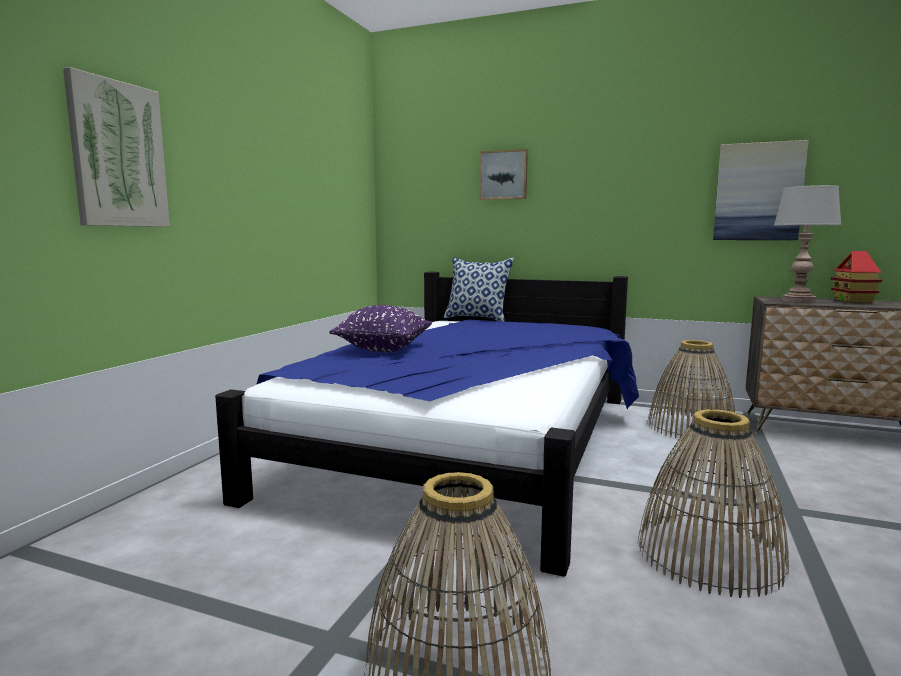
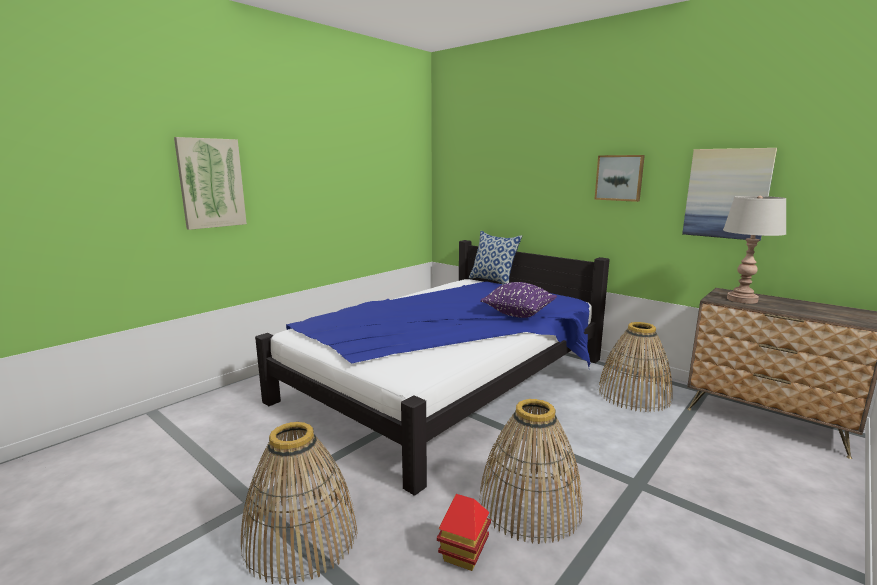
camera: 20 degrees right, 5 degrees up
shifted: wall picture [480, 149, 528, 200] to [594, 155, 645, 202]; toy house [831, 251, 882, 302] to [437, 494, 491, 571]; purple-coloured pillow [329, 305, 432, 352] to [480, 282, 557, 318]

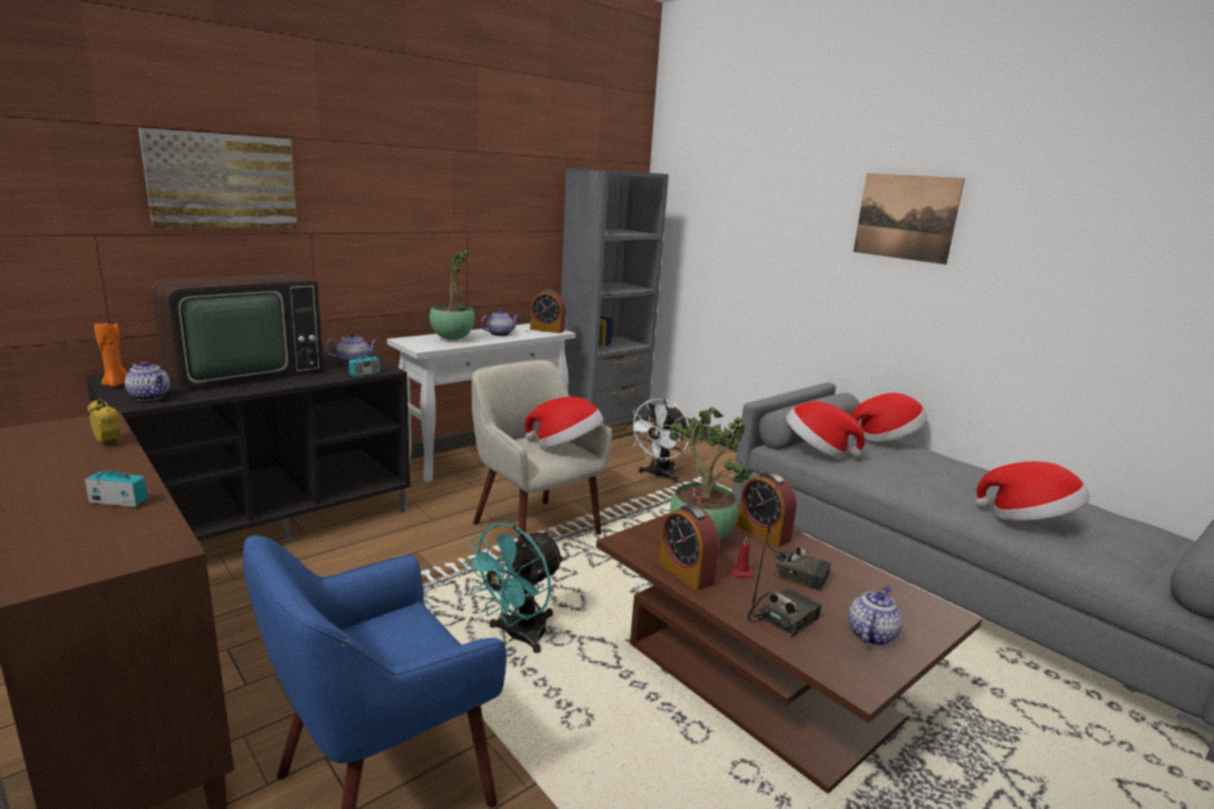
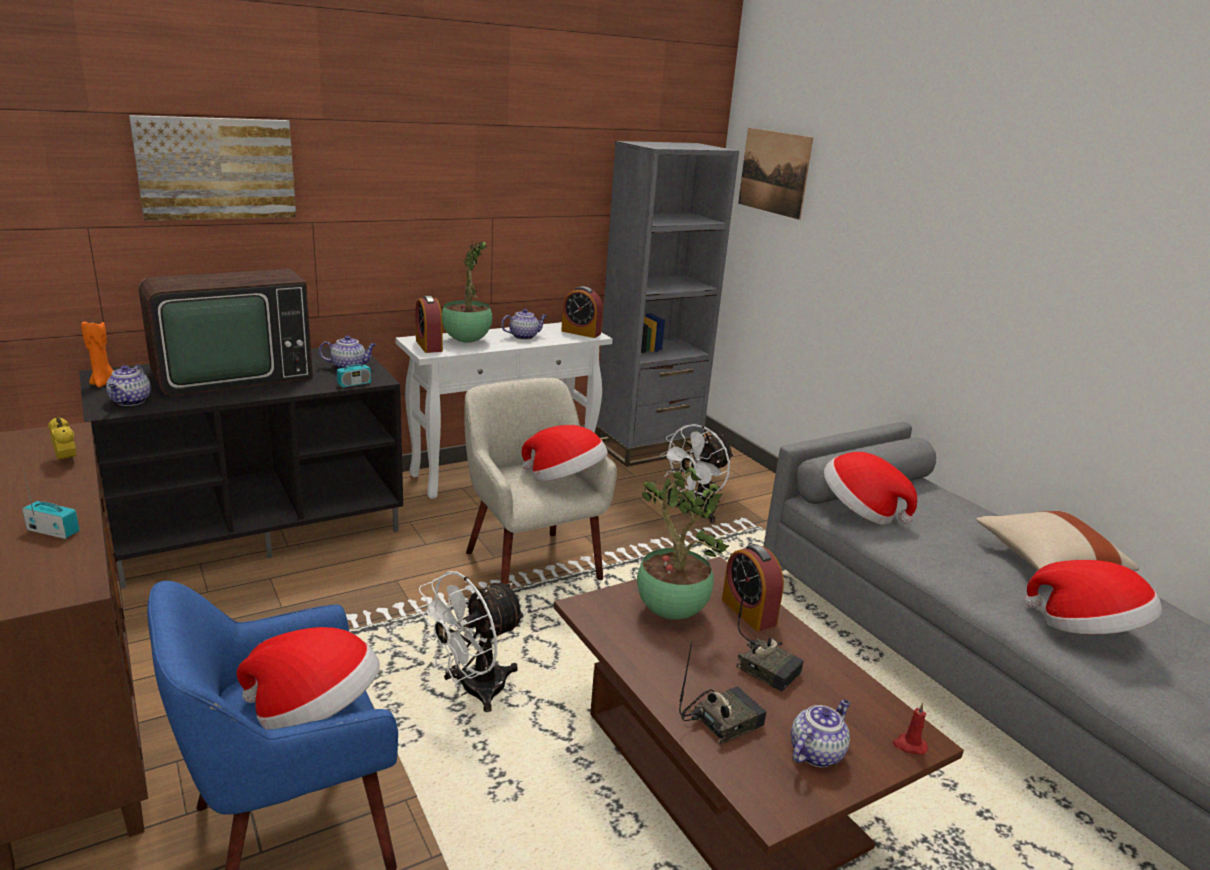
camera: 10 degrees right, 5 degrees up
new: beige-coloured pillow [976, 511, 1139, 572]
shifted: wall picture [853, 173, 965, 265] to [738, 128, 813, 220]; wearable hat [850, 393, 927, 442] to [236, 627, 380, 730]; table clock [659, 505, 719, 591] to [415, 296, 443, 353]; reddish wax candle [727, 535, 754, 578] to [893, 703, 928, 755]
repainted: blue-green fan [462, 522, 565, 653] to white fan [415, 571, 526, 712]
rotated: pot for tea [125, 361, 170, 401] = [106, 364, 151, 406] 45 degrees clockwise

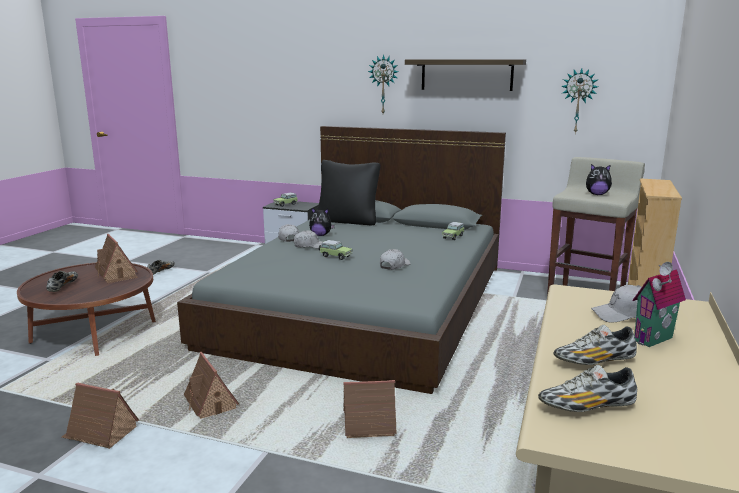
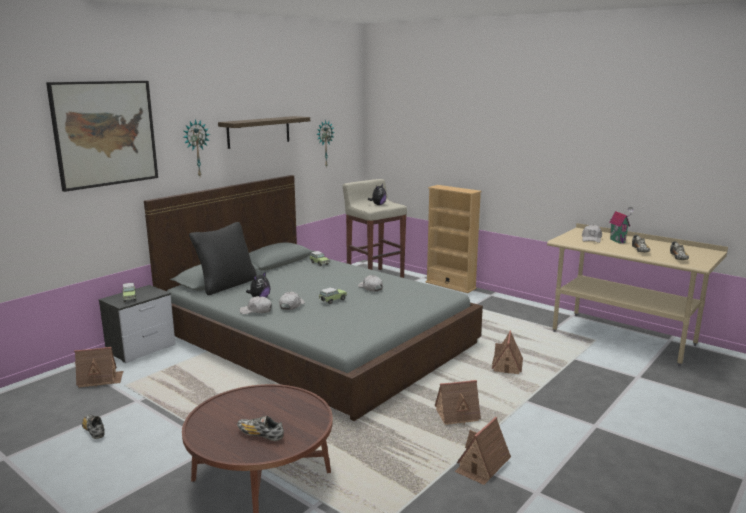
camera: 70 degrees left, 0 degrees up
new: wall picture [46, 81, 158, 192]
shifted: toy house [95, 234, 138, 283] to [74, 347, 123, 388]

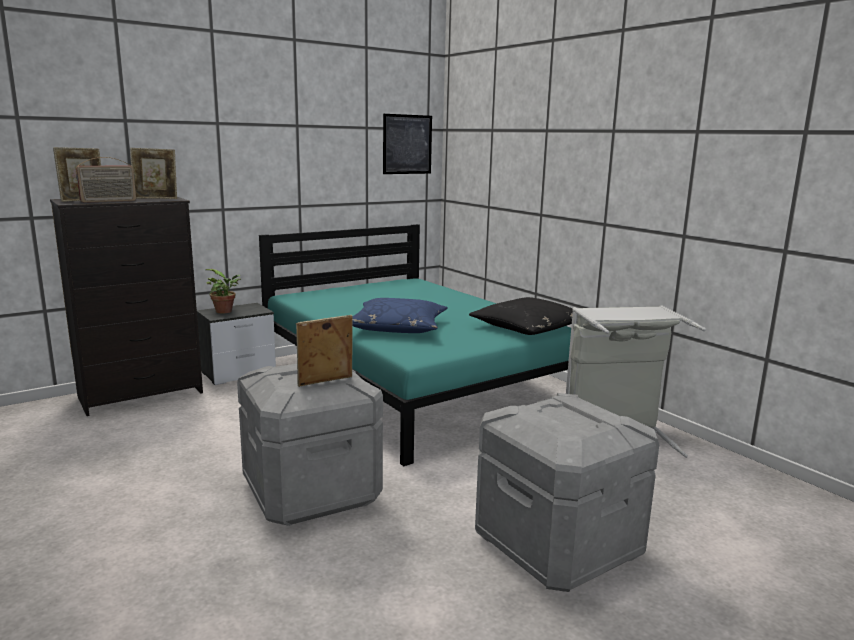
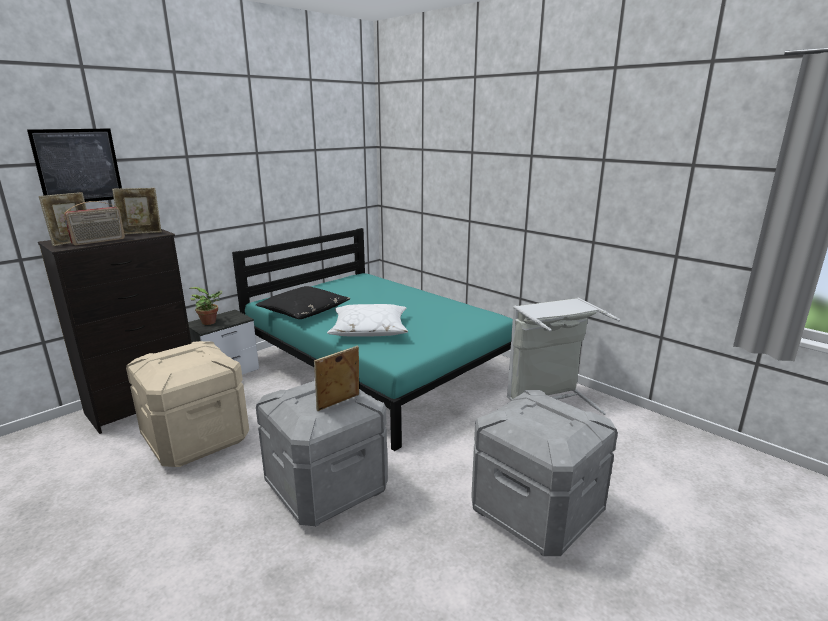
camera: 10 degrees left, 5 degrees up
new: beige-coloured storage box [126, 341, 249, 467]
shifted: wall picture [383, 114, 432, 174] to [27, 128, 122, 202]; black-coloured pillow [469, 297, 573, 335] to [256, 286, 350, 319]
repainted: bluish pillow [353, 298, 448, 333] to white pillow [327, 304, 408, 337]

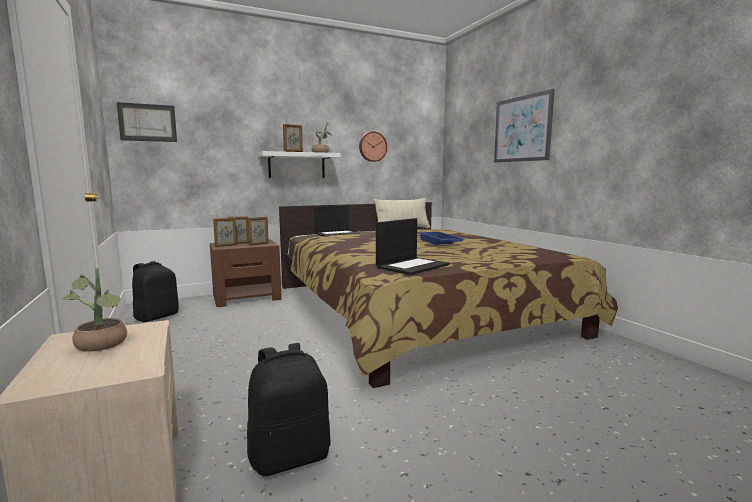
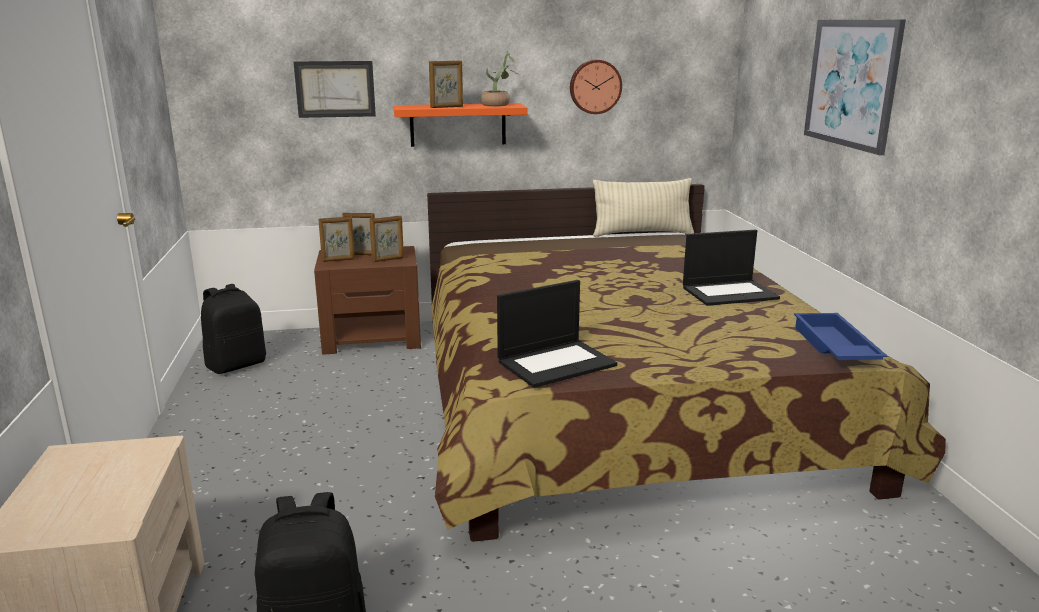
camera: 15 degrees right, 10 degrees up
gone: potted plant [63, 267, 127, 352]
shifted: wall picture [117, 102, 177, 142] to [294, 61, 376, 118]; laptop [314, 206, 360, 236] to [683, 230, 780, 306]; bluish tray [419, 232, 465, 245] to [794, 313, 887, 360]
repainted: white bracket shelf [258, 151, 341, 178] to orange bracket shelf [394, 103, 528, 147]

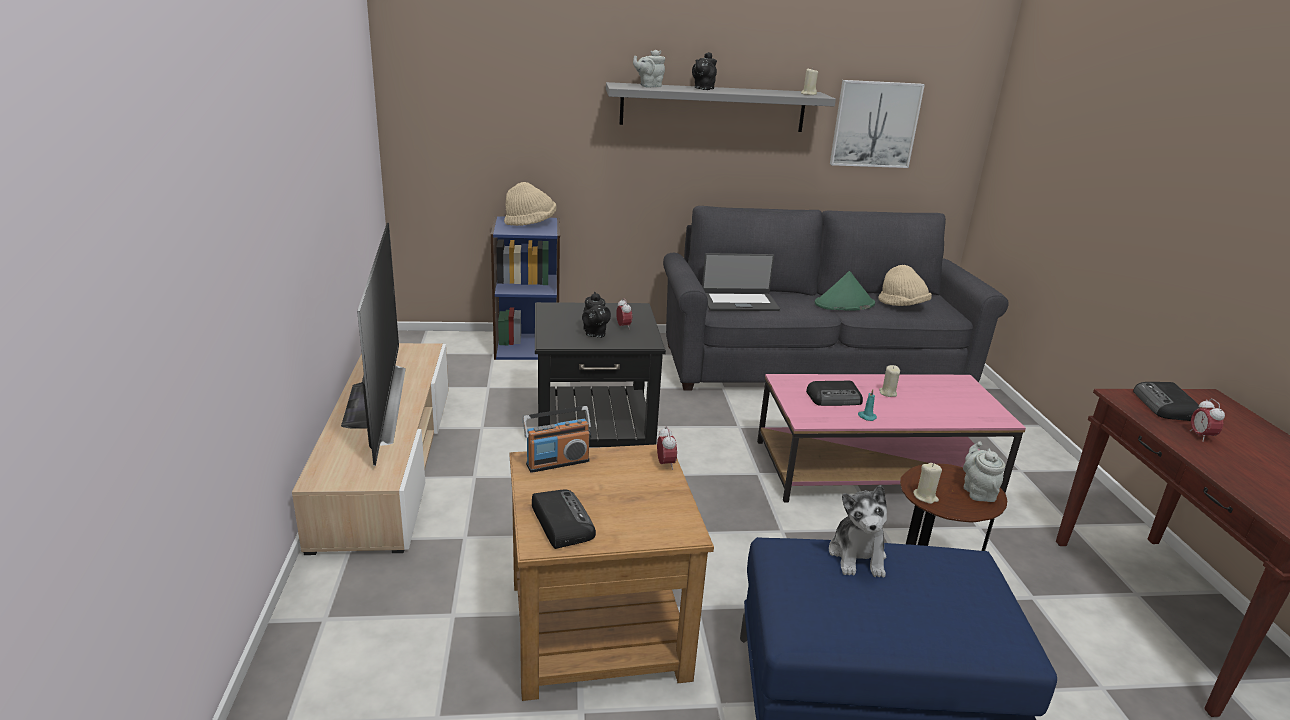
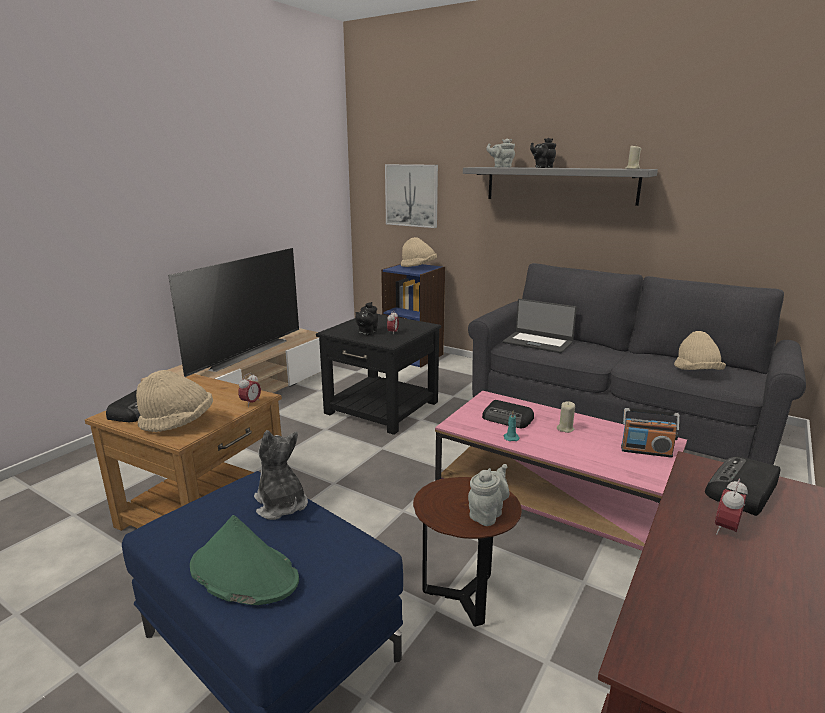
camera: 40 degrees right, 5 degrees down
gone: beige-coloured wax candle [913, 463, 942, 504]
new: beige-coloured wearable hat [136, 370, 213, 432]
shifted: wall picture [830, 80, 925, 168] to [385, 164, 438, 228]; greenish wearable hat [815, 271, 875, 311] to [190, 515, 299, 605]; radio [522, 406, 591, 473] to [621, 408, 680, 458]
rotated: plush toy [829, 485, 887, 578] = [254, 430, 308, 520] 105 degrees clockwise

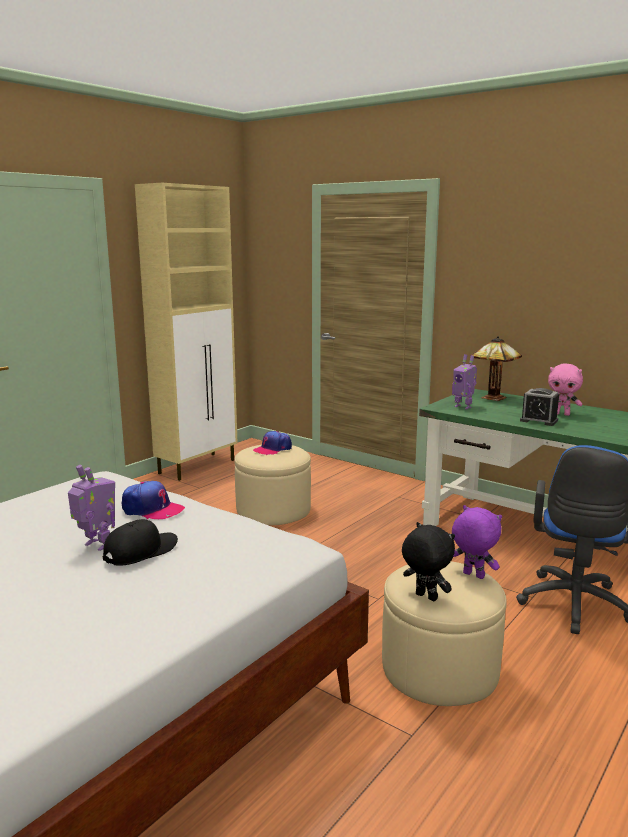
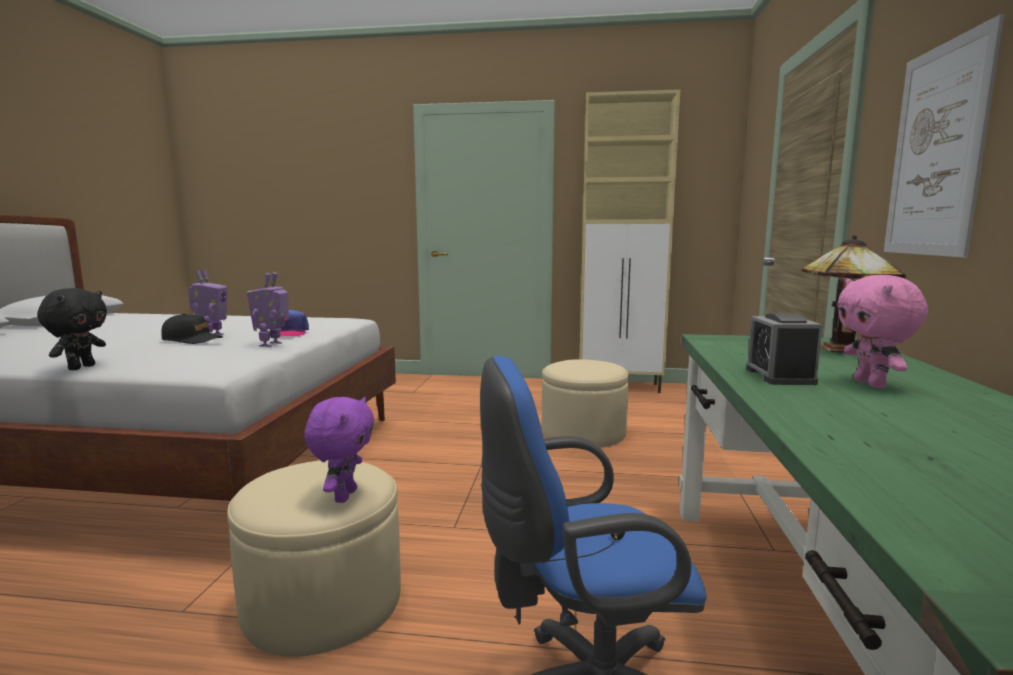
camera: 60 degrees right, 5 degrees down
gone: peaked cap [253, 431, 292, 455]
new: wall picture [884, 14, 1005, 257]
shifted: model robot [452, 354, 477, 409] to [247, 272, 289, 347]; black-coloured plush toy [402, 522, 455, 601] to [37, 288, 107, 370]

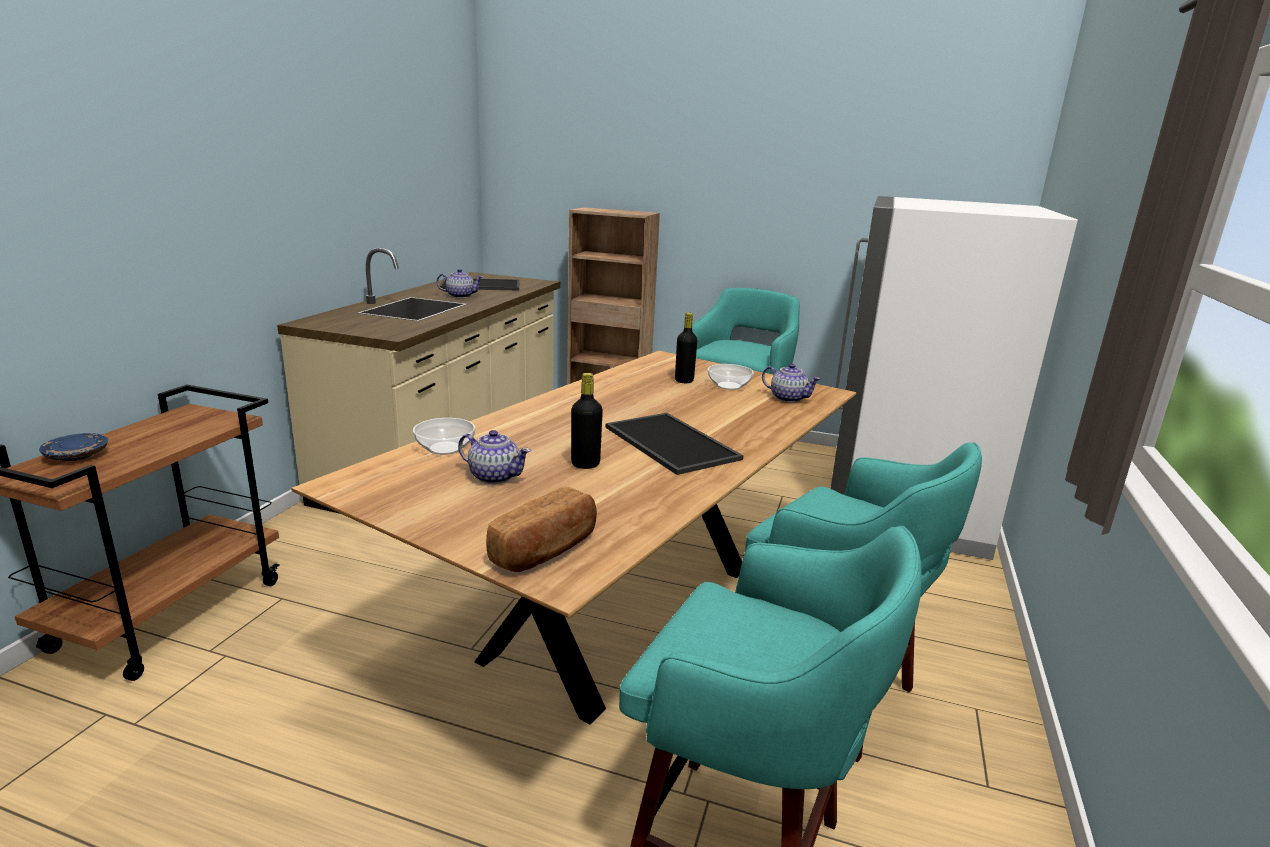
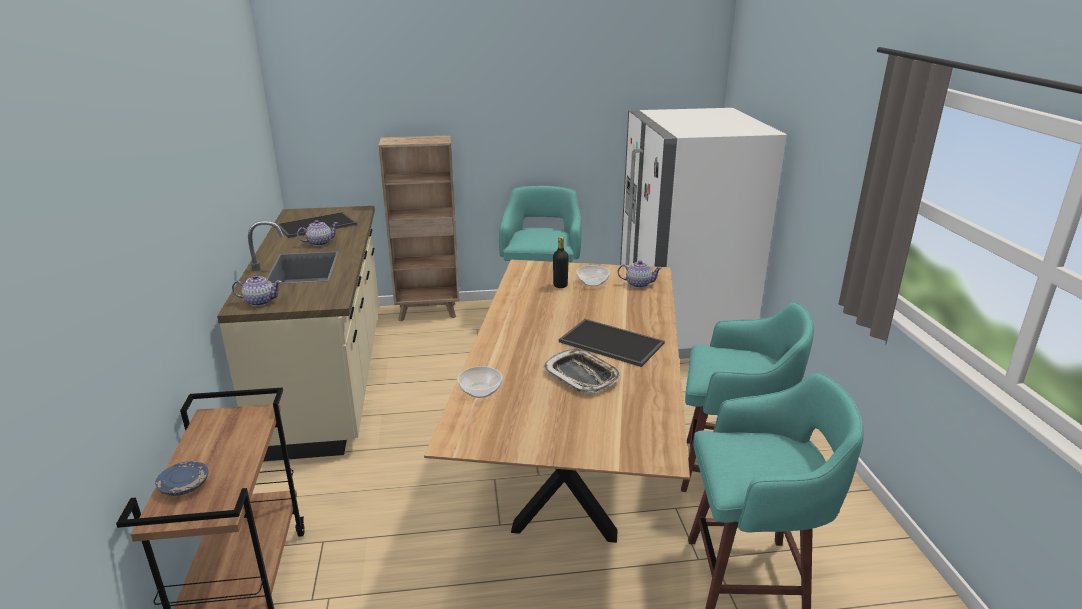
camera: 25 degrees left, 5 degrees up
gone: baked bread [486, 487, 597, 572]
shifted: pot for tea [458, 430, 531, 484] to [232, 275, 282, 306]
swapped: black-coloured beverage bottle [571, 373, 603, 469] to tray [543, 349, 621, 394]

